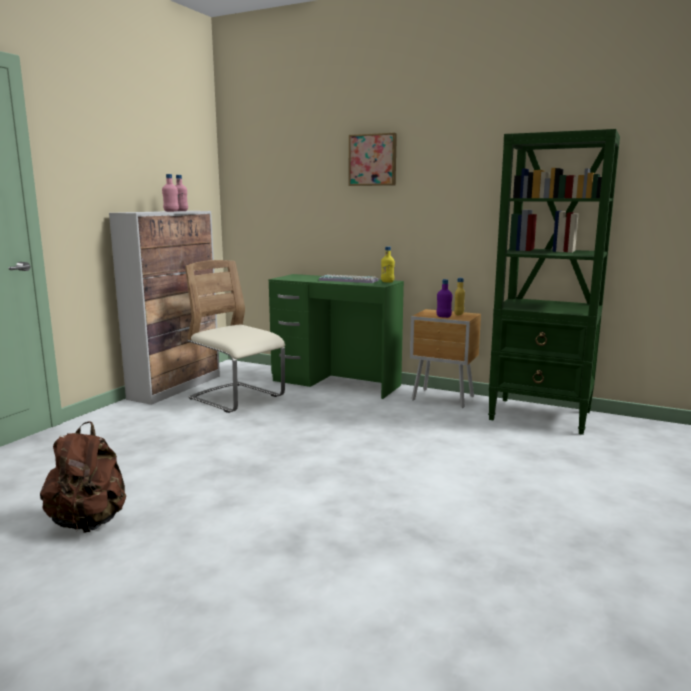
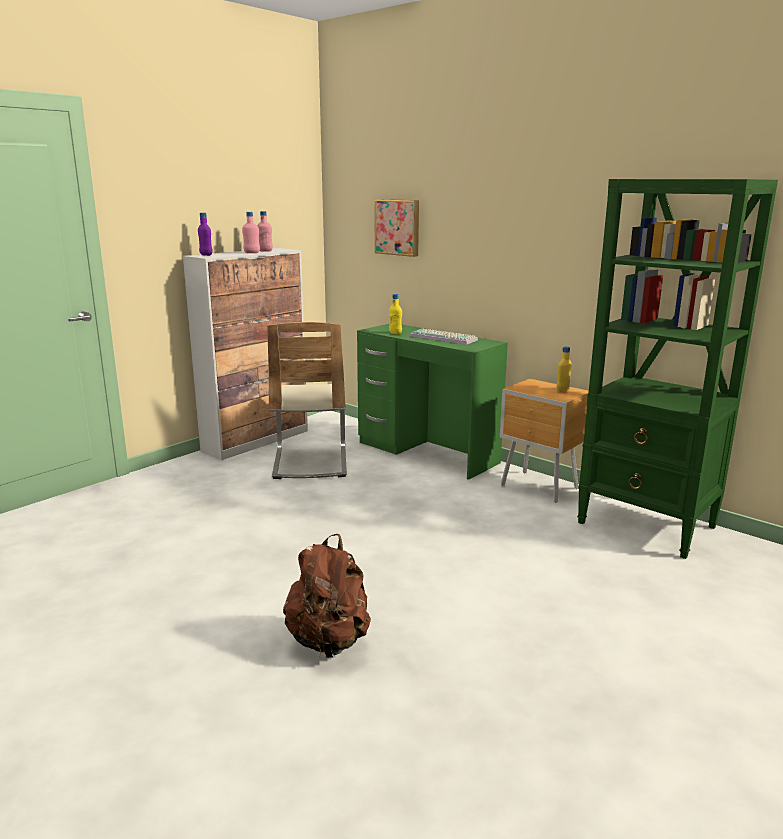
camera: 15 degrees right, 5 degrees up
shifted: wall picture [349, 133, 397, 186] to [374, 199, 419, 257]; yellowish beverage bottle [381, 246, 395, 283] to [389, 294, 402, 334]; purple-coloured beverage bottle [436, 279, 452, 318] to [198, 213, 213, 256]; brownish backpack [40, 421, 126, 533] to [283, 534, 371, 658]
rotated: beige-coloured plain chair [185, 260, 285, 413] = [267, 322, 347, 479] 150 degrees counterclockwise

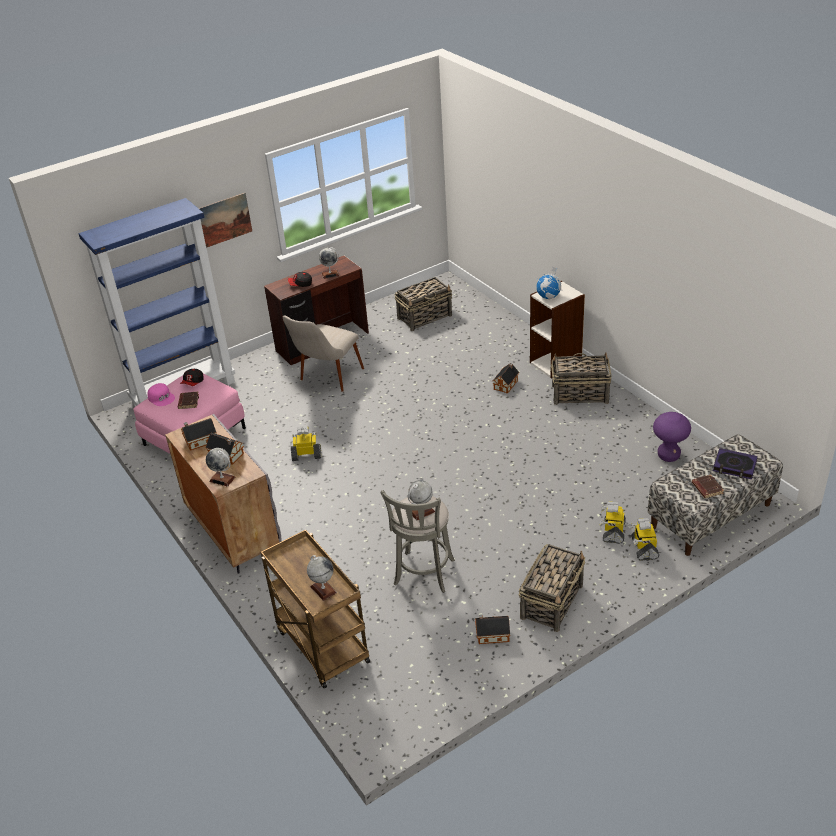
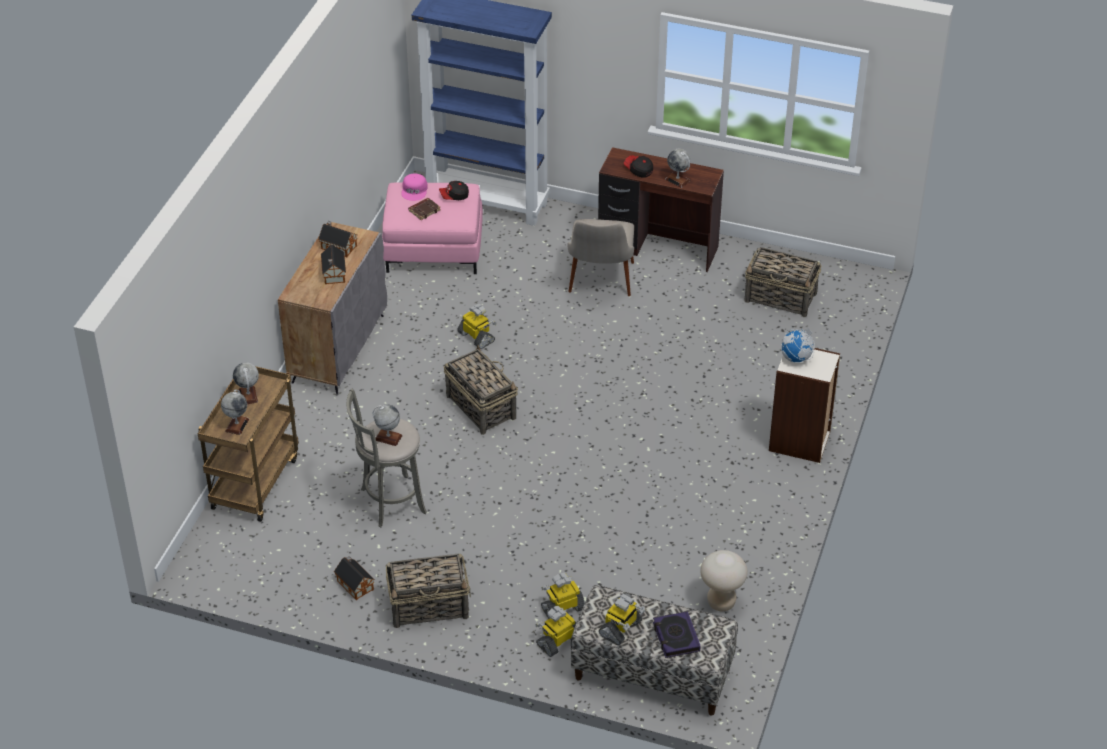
camera: 50 degrees right, 5 degrees up
gone: wall picture [198, 193, 252, 248]; toy house [493, 363, 519, 394]
shifted: household basket [550, 353, 611, 405] to [444, 345, 518, 435]; globe [206, 448, 235, 487] to [233, 362, 259, 404]
swapped: brownish volume [692, 474, 724, 498] to model robot [599, 594, 645, 645]
repainted: purple-coloured stool seat [653, 412, 691, 462] to beige-coloured stool seat [700, 550, 748, 611]
rotated: beige-coloured plain chair [283, 315, 364, 392] = [567, 219, 634, 296] 75 degrees counterclockwise

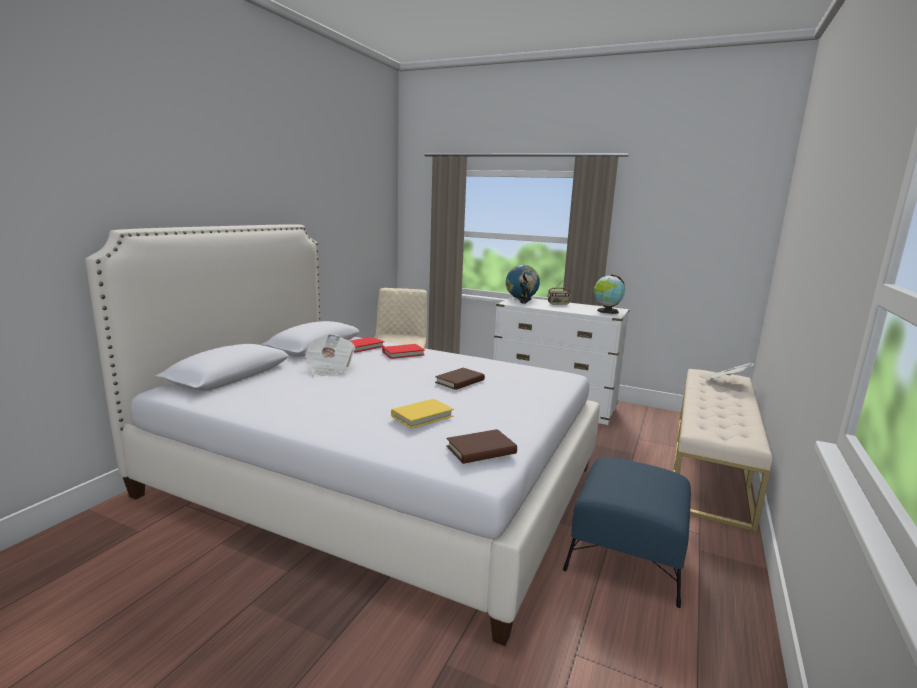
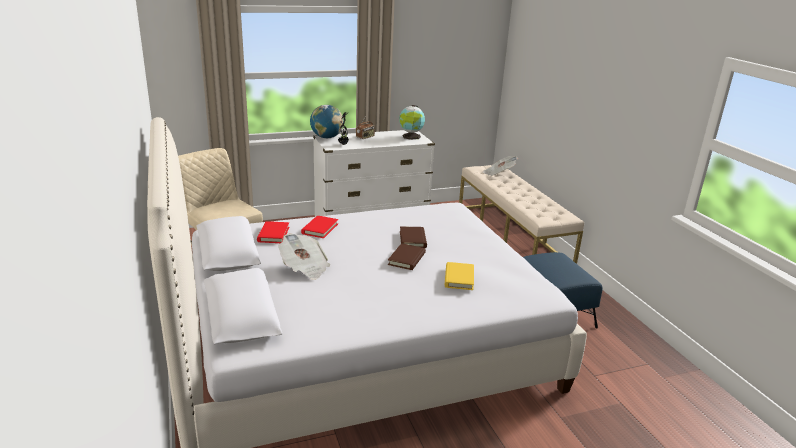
camera: 45 degrees left, 10 degrees up
shifted: brownish volume [446, 429, 517, 464] to [388, 243, 426, 270]

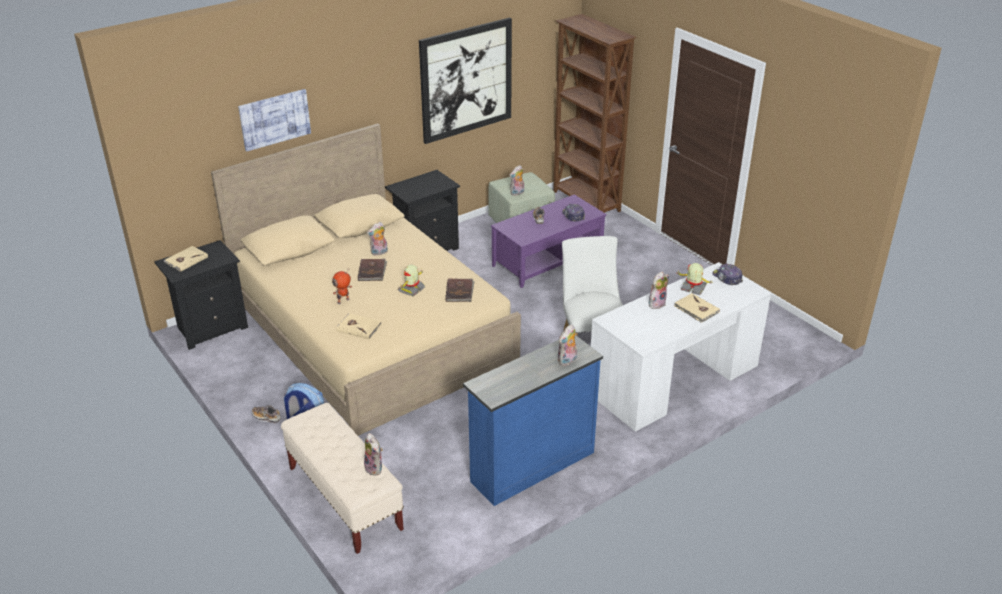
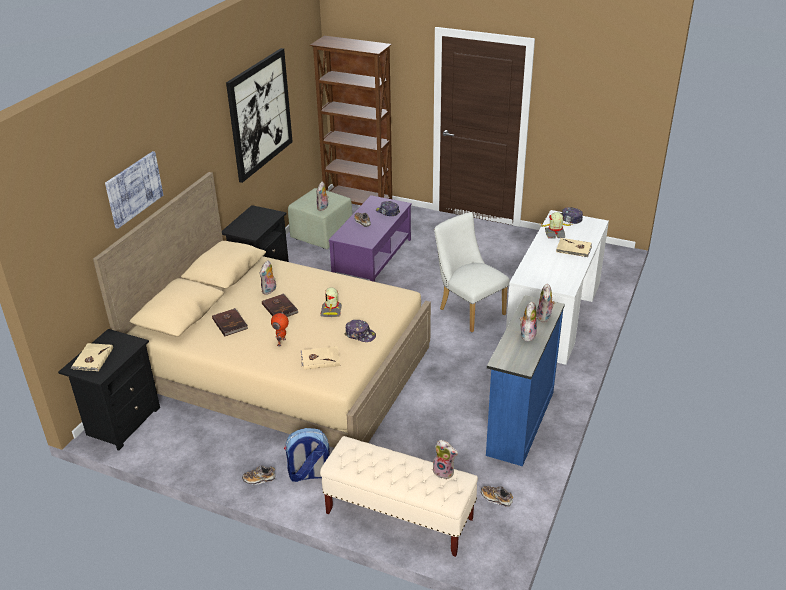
camera: 30 degrees left, 0 degrees up
new: peaked cap [344, 320, 376, 342]; item of footwear [481, 486, 513, 507]
shifted: plush toy [649, 272, 669, 309] to [520, 301, 537, 341]; brownish volume [445, 279, 475, 302] to [212, 308, 248, 337]

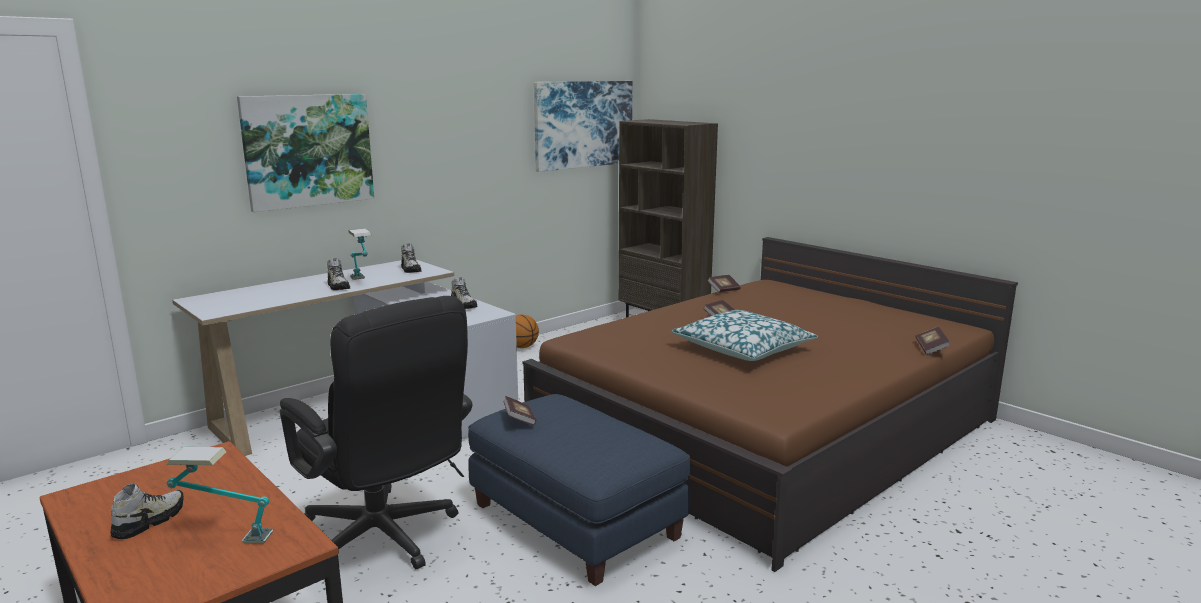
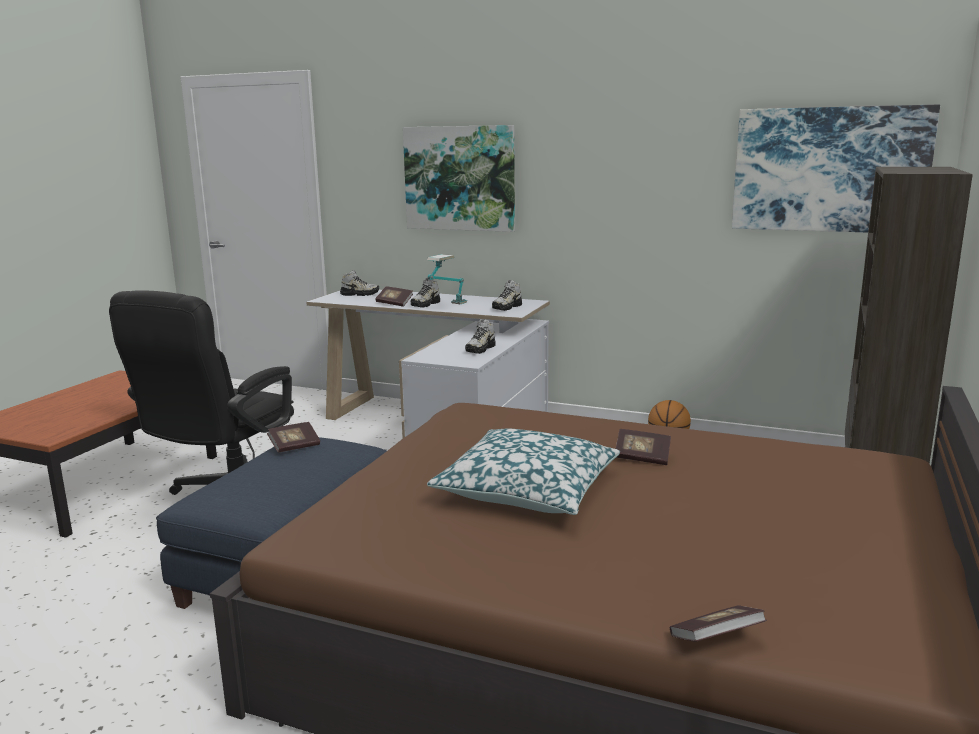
camera: 65 degrees right, 0 degrees up
gone: table lamp [167, 447, 273, 544]
shifted: volume [707, 275, 741, 293] to [375, 286, 413, 307]; item of footwear [111, 483, 184, 539] to [340, 270, 379, 296]

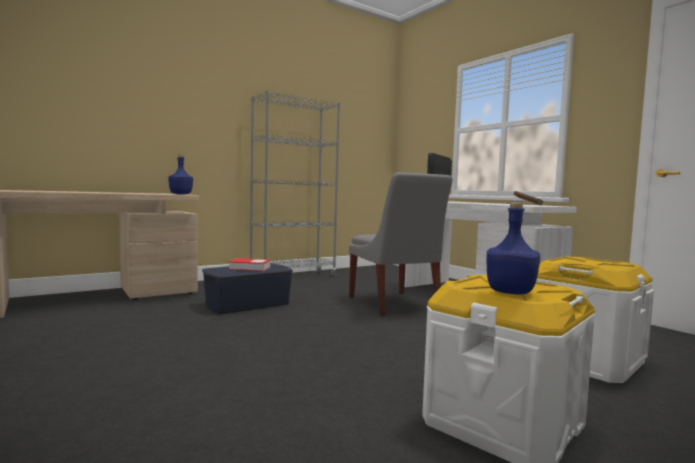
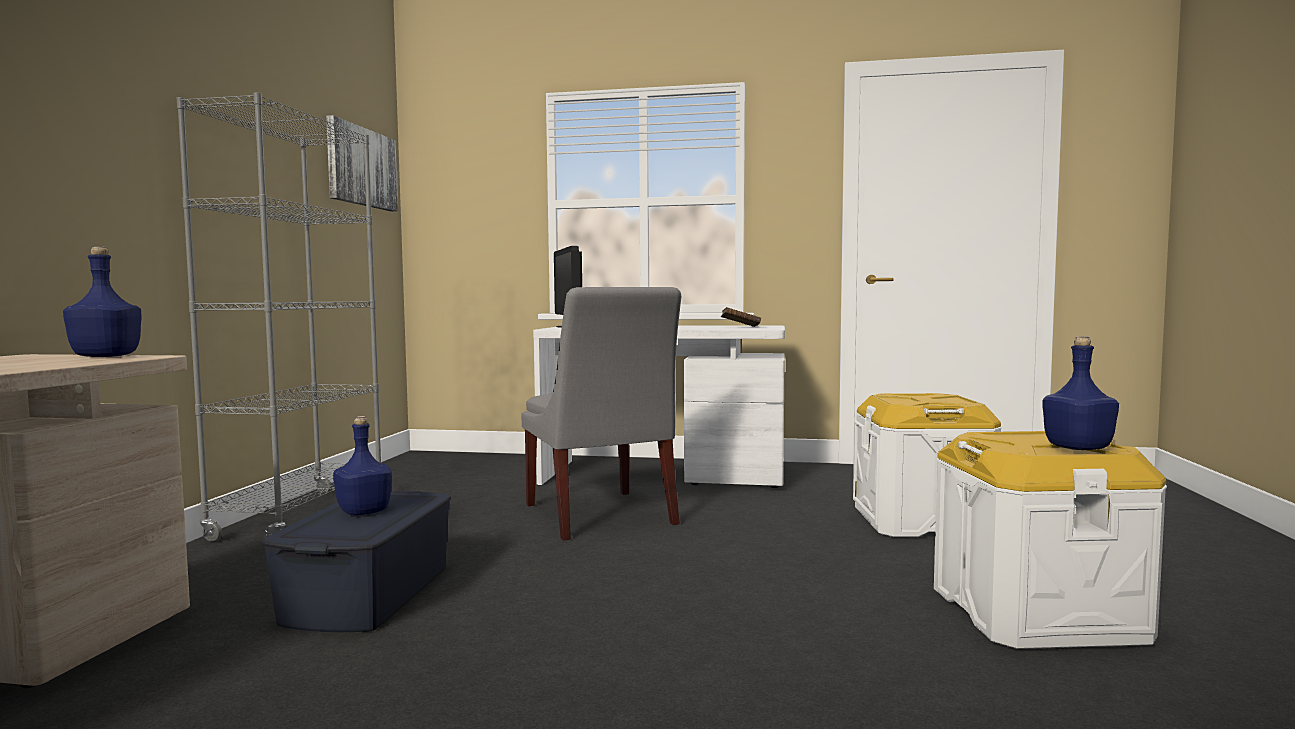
camera: 45 degrees left, 0 degrees up
new: wall picture [326, 115, 398, 212]
swapped: volume [229, 258, 271, 271] to bluish beverage bottle [333, 416, 392, 515]
rotated: grey plain chair [349, 172, 453, 316] = [521, 287, 682, 540] 45 degrees clockwise

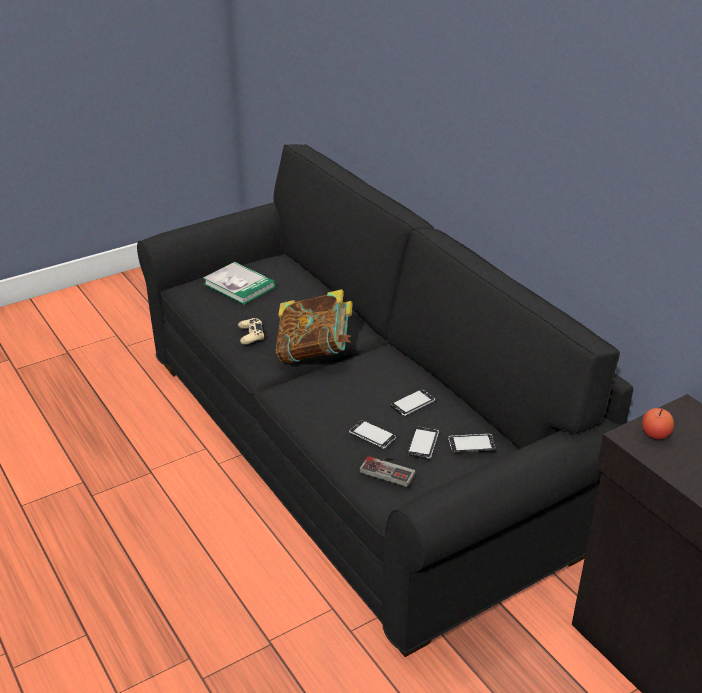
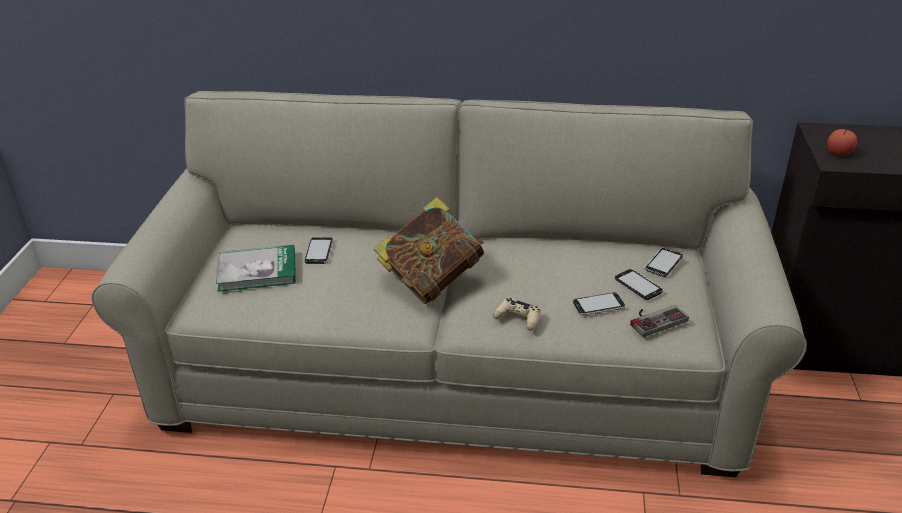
camera: 50 degrees left, 0 degrees up
shifted: beige-coloured joypad [238, 318, 264, 344] to [493, 298, 541, 331]; telephone [391, 389, 435, 416] to [305, 237, 334, 264]
repainted: black-coloured settee [137, 144, 633, 657] to beige-coloured settee [92, 91, 807, 477]

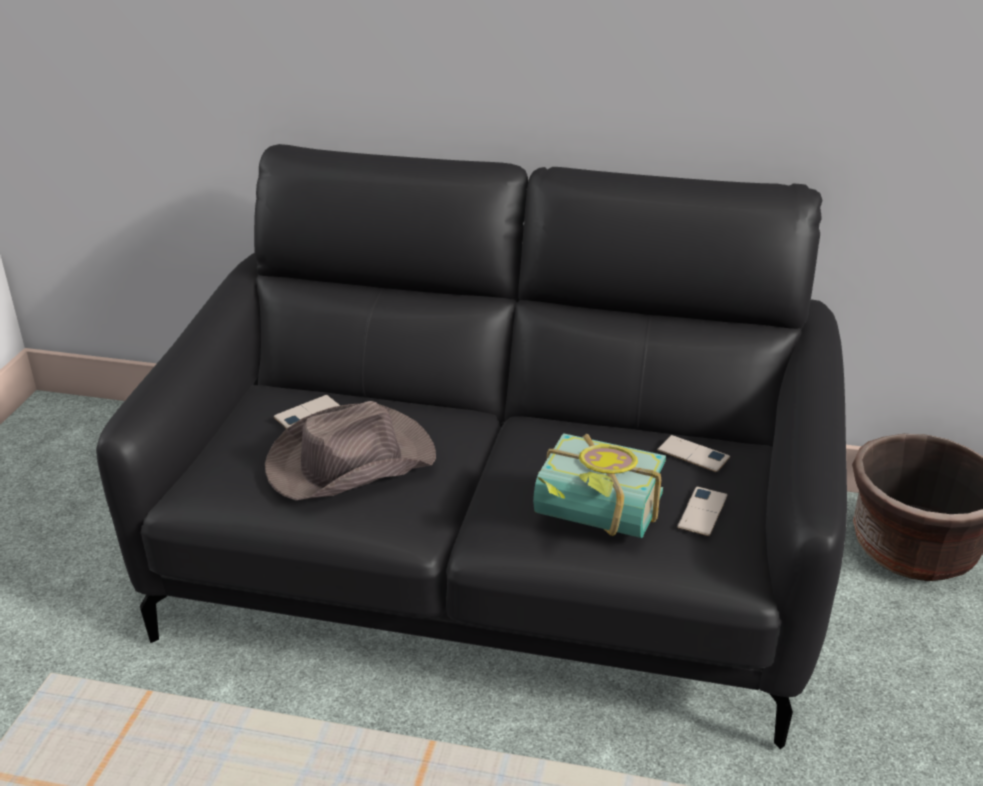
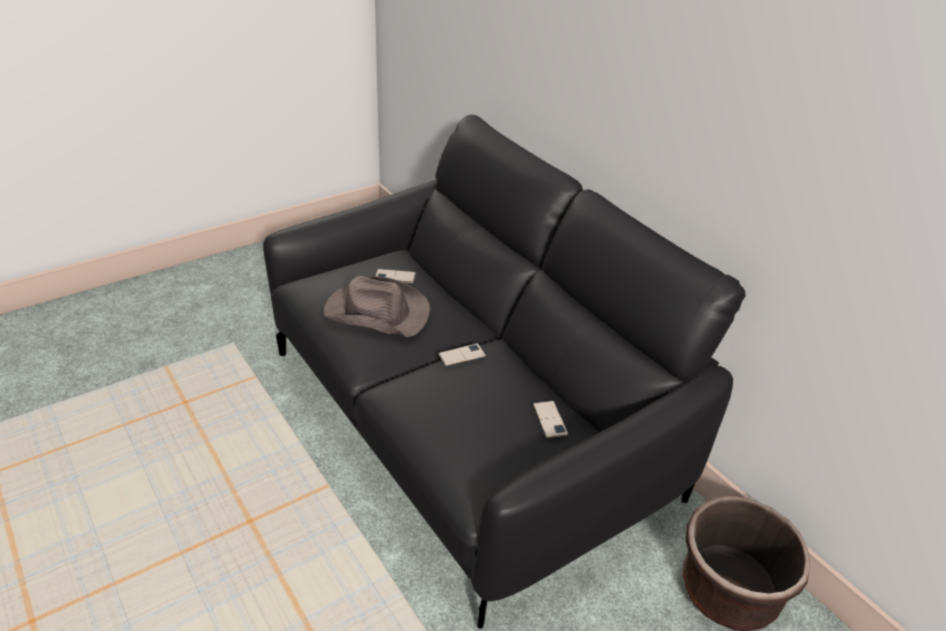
camera: 40 degrees right, 5 degrees up
gone: volume [533, 433, 666, 538]
shifted: telephone [677, 487, 727, 536] to [438, 343, 486, 366]

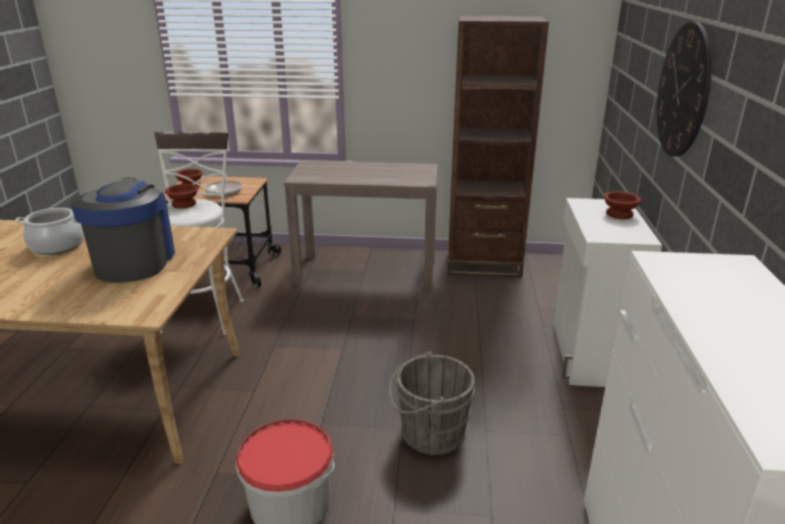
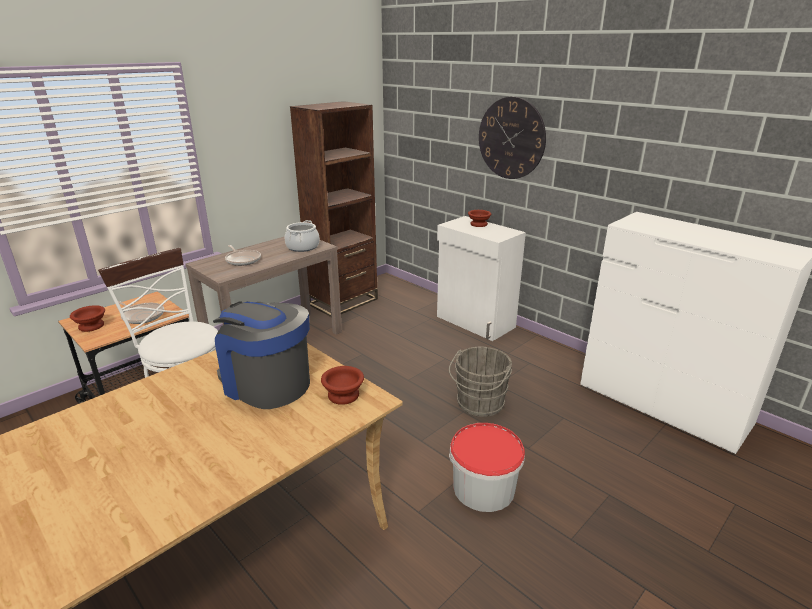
camera: 50 degrees left, 0 degrees up
new: pan [225, 245, 261, 266]
shifted: brownish bowl [165, 184, 198, 208] to [321, 366, 364, 405]; stockpot [15, 208, 84, 255] to [285, 220, 320, 252]

